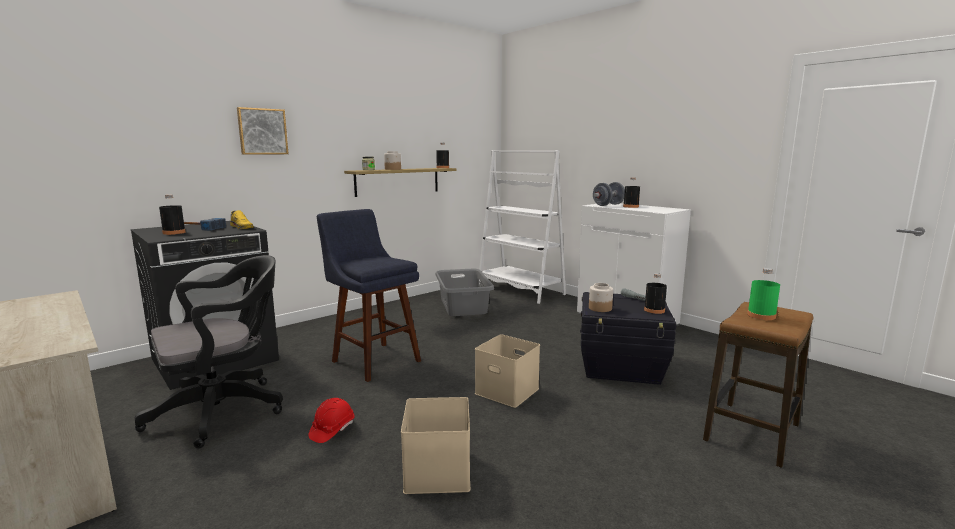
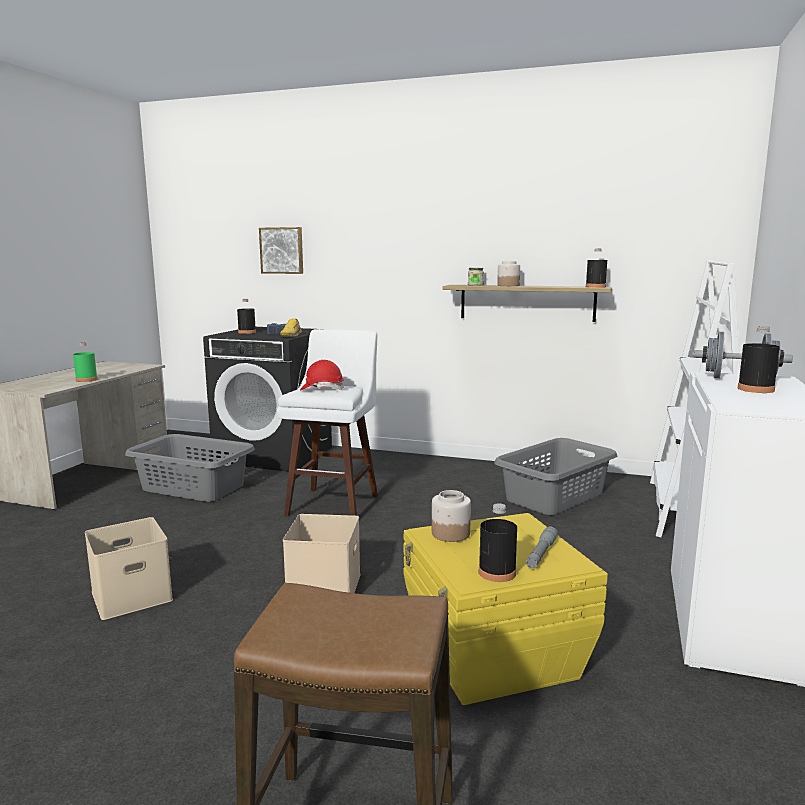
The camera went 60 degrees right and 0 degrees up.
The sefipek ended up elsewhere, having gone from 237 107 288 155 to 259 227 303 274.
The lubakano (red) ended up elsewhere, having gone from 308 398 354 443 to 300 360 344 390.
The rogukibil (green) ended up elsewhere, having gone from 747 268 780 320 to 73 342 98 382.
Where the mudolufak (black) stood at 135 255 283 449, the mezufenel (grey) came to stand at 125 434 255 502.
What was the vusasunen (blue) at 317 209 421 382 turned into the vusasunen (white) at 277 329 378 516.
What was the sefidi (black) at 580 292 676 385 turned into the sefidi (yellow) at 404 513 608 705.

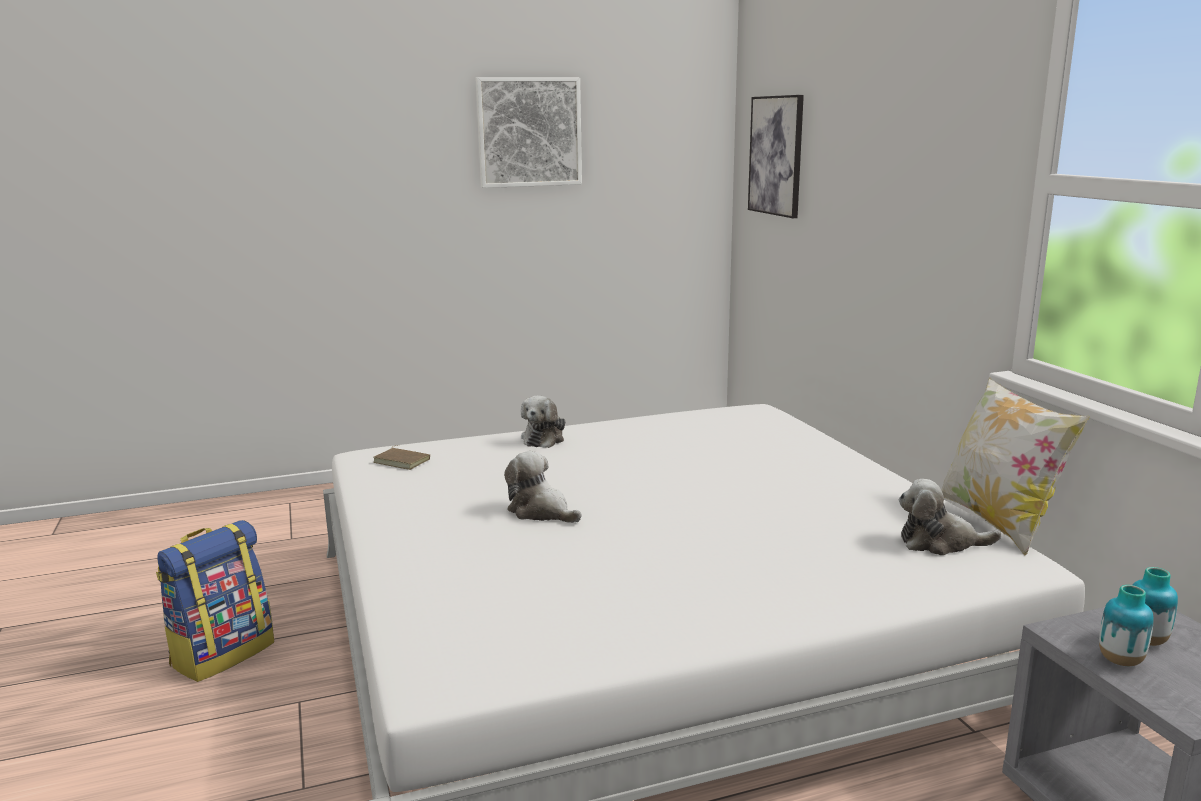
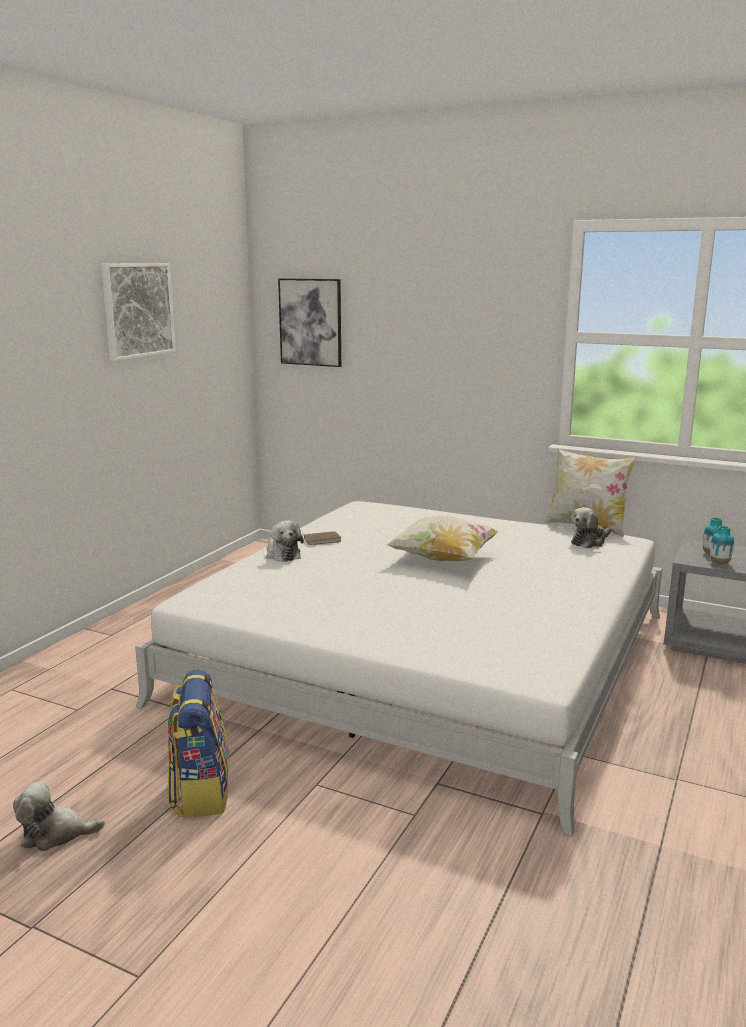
The camera went 45 degrees left and 0 degrees up.
The second view gained the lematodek at 386 515 500 561.
The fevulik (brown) ended up elsewhere, having gone from 374 445 430 470 to 302 531 342 545.
The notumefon ended up elsewhere, having gone from 504 451 581 523 to 13 782 105 851.

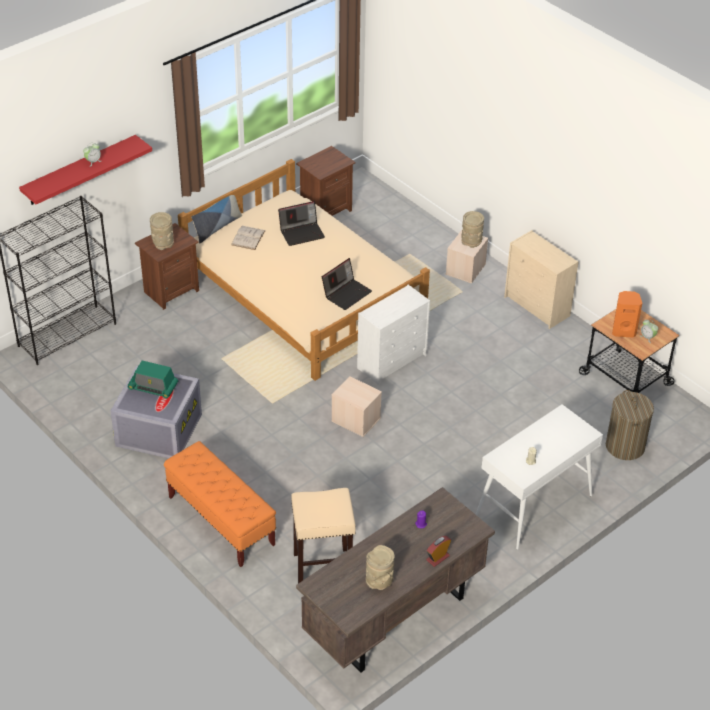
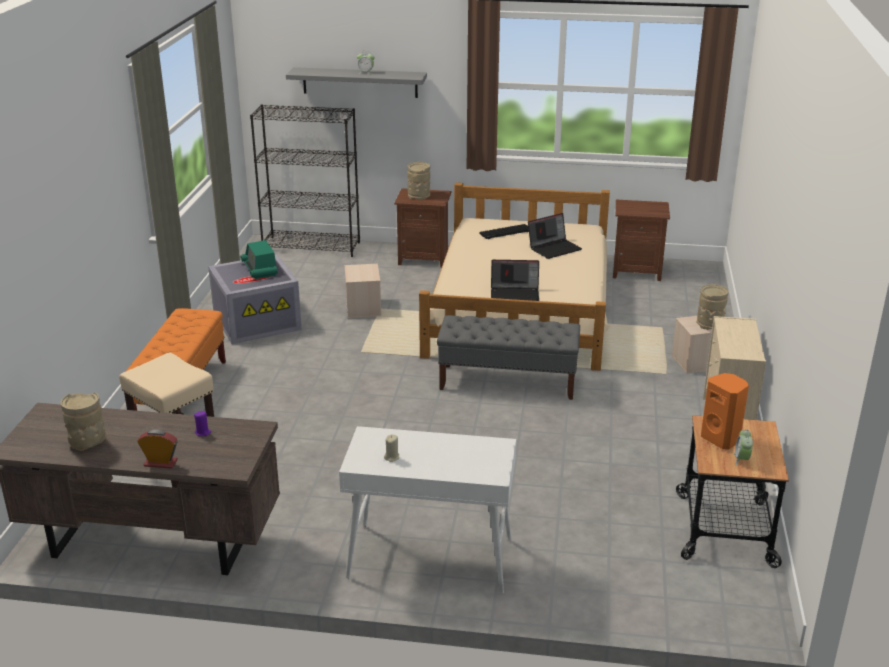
The camera went 50 degrees right and 15 degrees down.
The second view lost the lematodek at 191 190 242 243.
The second view lost the mezufenel at 606 390 654 460.
The sefidi (beige) ended up elsewhere, having gone from 331 376 382 437 to 344 264 381 318.
Where the fevulik (white) stood at 231 226 266 250, the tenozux came to stand at 480 224 529 239.
Where the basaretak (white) stood at 357 285 430 385, the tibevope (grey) came to stand at 437 315 580 400.
What was the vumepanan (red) at 19 135 152 205 turned into the vumepanan (grey) at 286 67 427 98.
The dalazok at 278 201 325 246 ended up facing another way, 60 degrees counterclockwise from before.

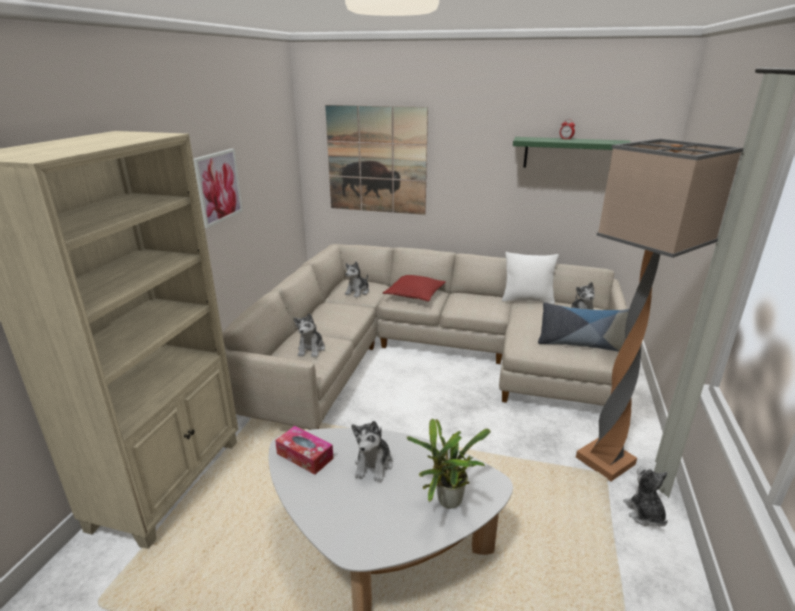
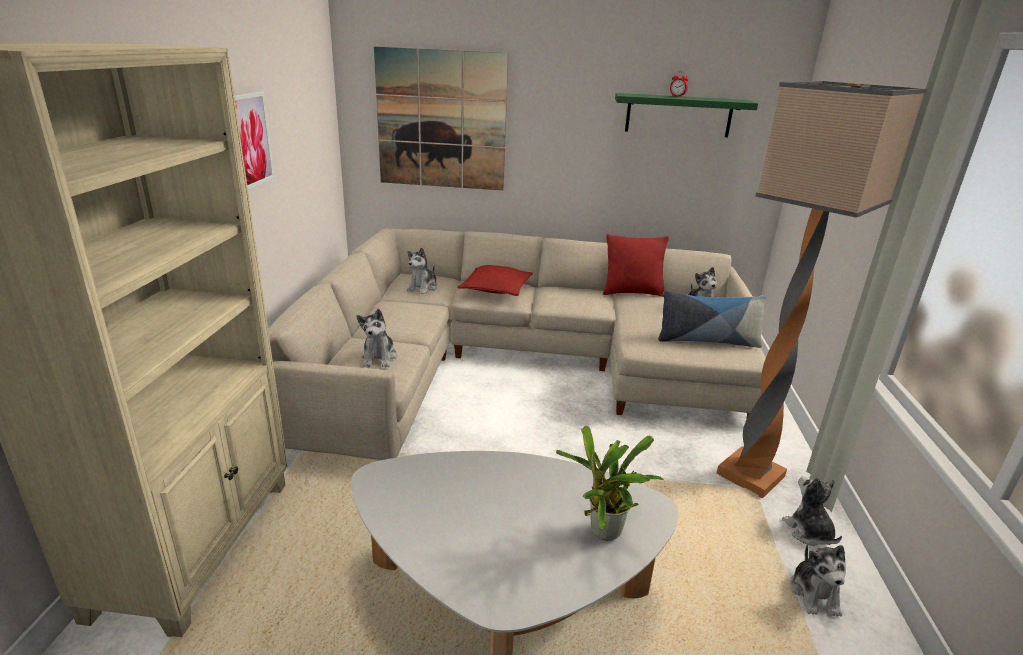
The camera went 10 degrees left and 0 degrees up.
The second view lost the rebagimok at 275 426 333 475.
The notumefon ended up elsewhere, having gone from 351 421 393 482 to 790 544 846 617.
What was the lematodek (white) at 502 252 559 304 turned into the lematodek (red) at 603 234 669 297.

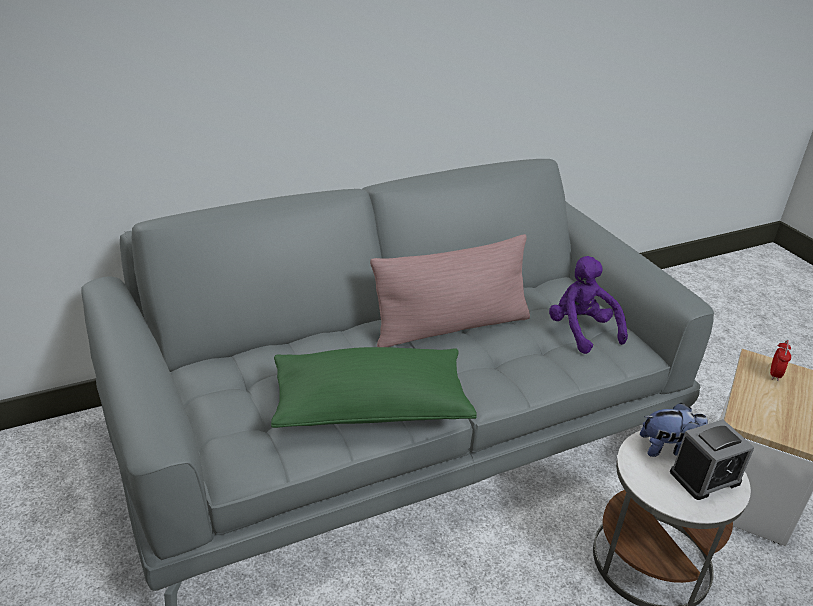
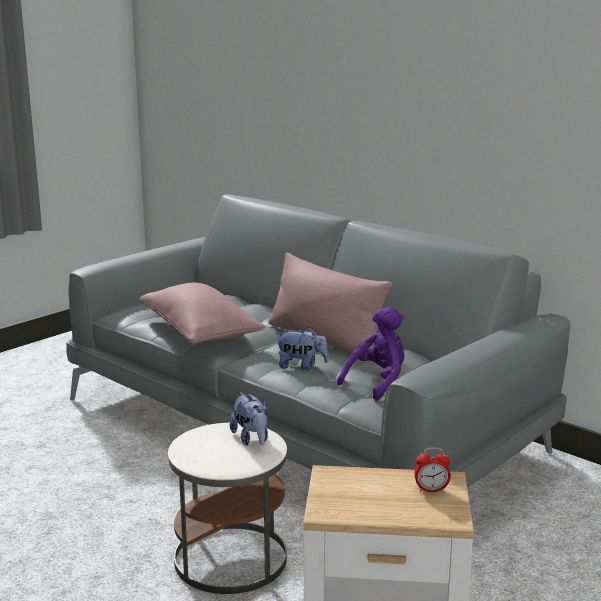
The camera went 70 degrees right and 15 degrees down.
The second view lost the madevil at 670 419 755 500.
The second view gained the notumefon at 276 327 329 370.
What was the lematodek (green) at 271 347 477 428 turned into the lematodek (pink) at 140 283 265 344.

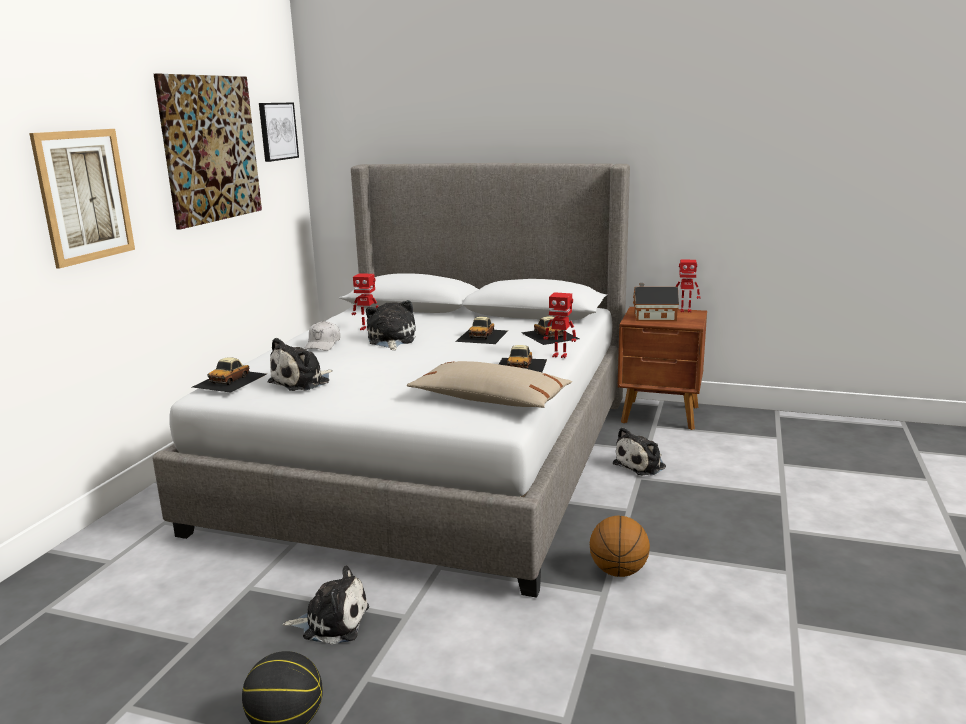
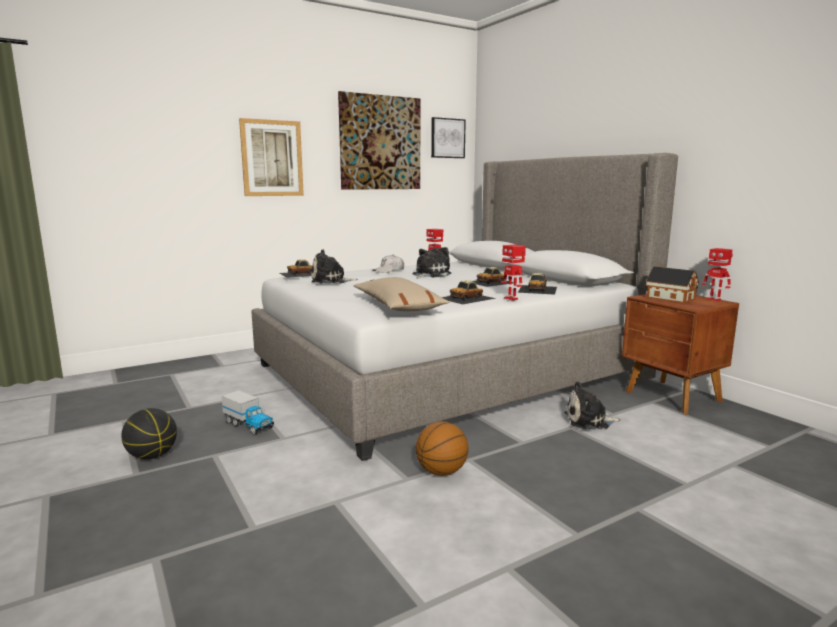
The camera went 40 degrees right and 5 degrees down.
Where the notumefon stood at 283 566 369 644, the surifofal came to stand at 222 390 274 435.

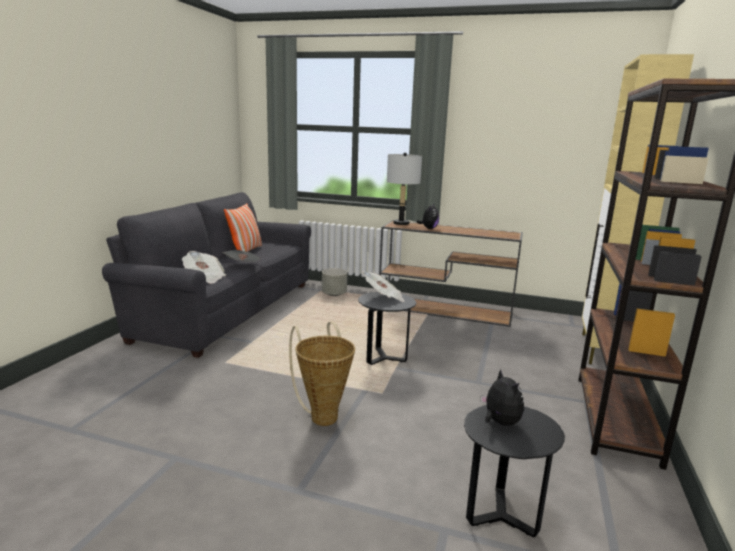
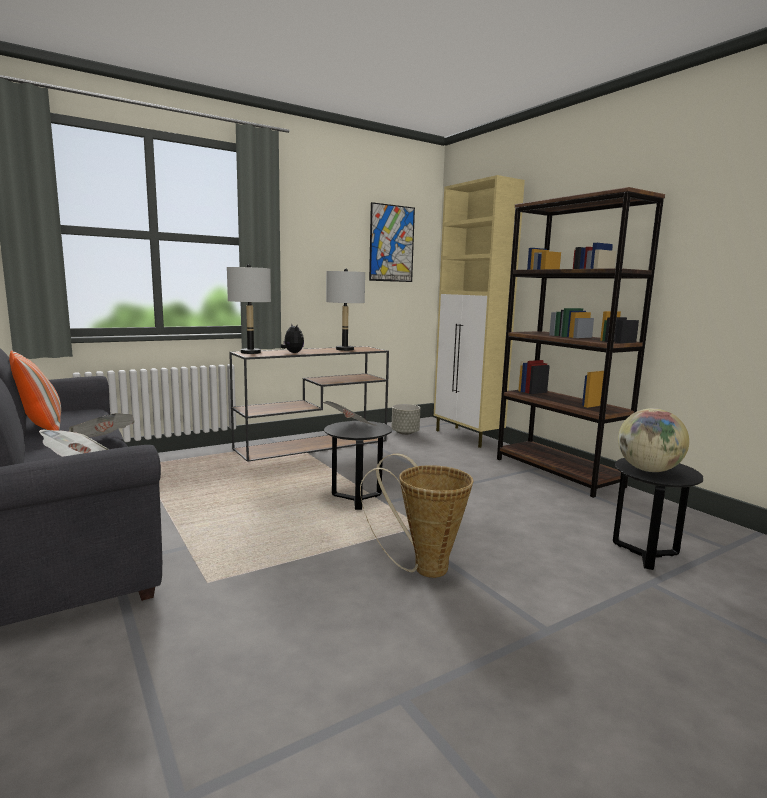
The camera went 50 degrees left and 5 degrees down.
The second view gained the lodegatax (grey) at 326 268 365 351.
The second view gained the sefipek at 369 202 415 282.
The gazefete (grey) ended up elsewhere, having gone from 322 268 347 296 to 392 404 420 435.
Where the notumefon stood at 481 369 524 426, the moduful came to stand at 618 408 689 472.

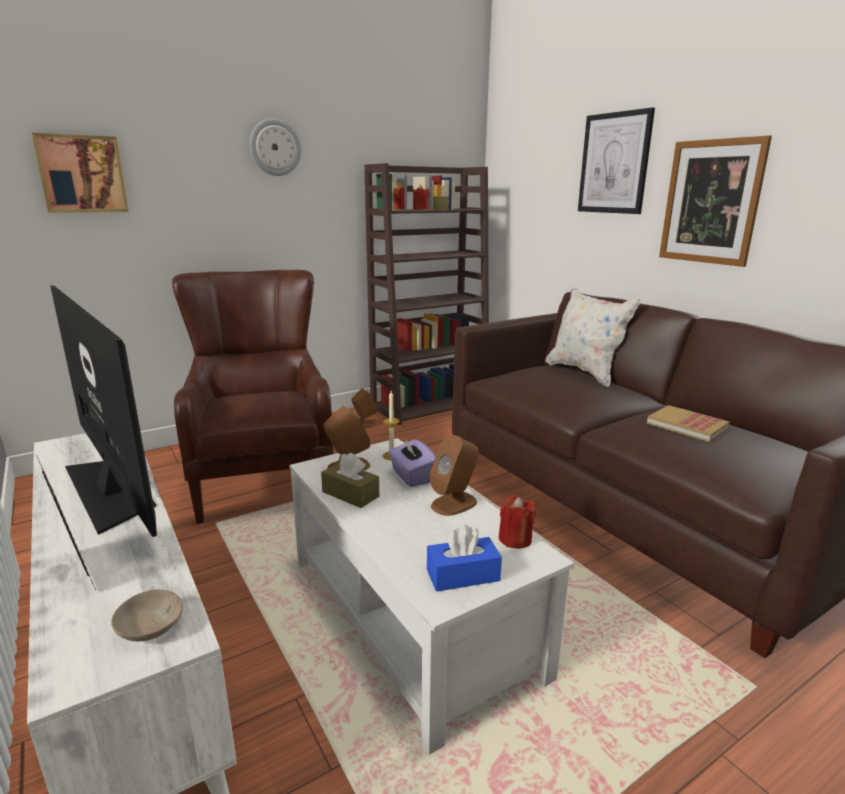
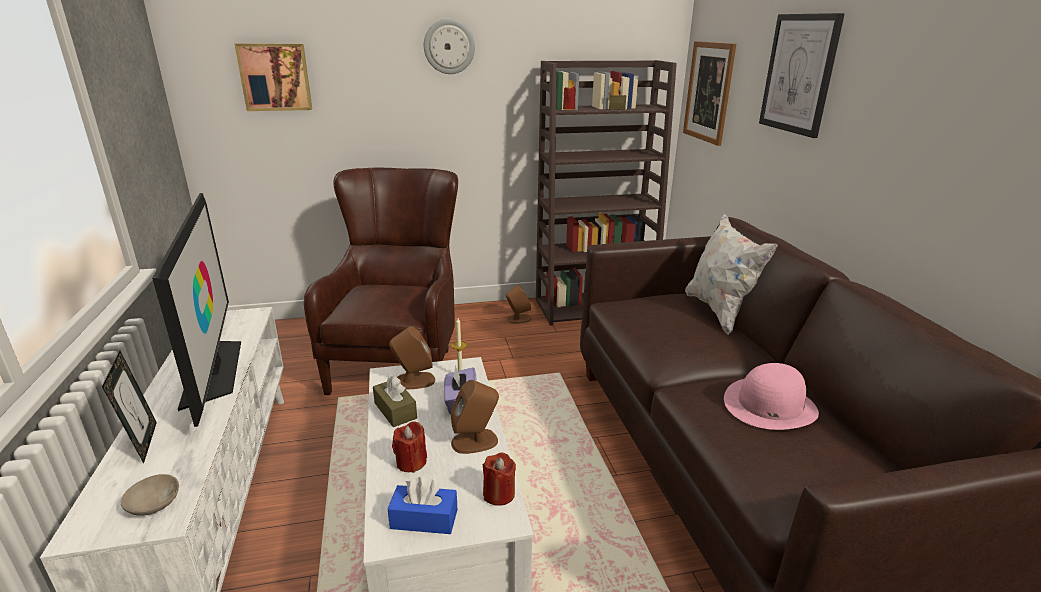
The camera went 20 degrees right and 5 degrees up.
The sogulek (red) ended up elsewhere, having gone from 413 185 429 210 to 392 422 427 473.
The sefipek ended up elsewhere, having gone from 659 135 772 267 to 683 41 736 146.
Where the fevulik stood at 647 405 730 443, the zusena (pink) came to stand at 724 363 819 430.

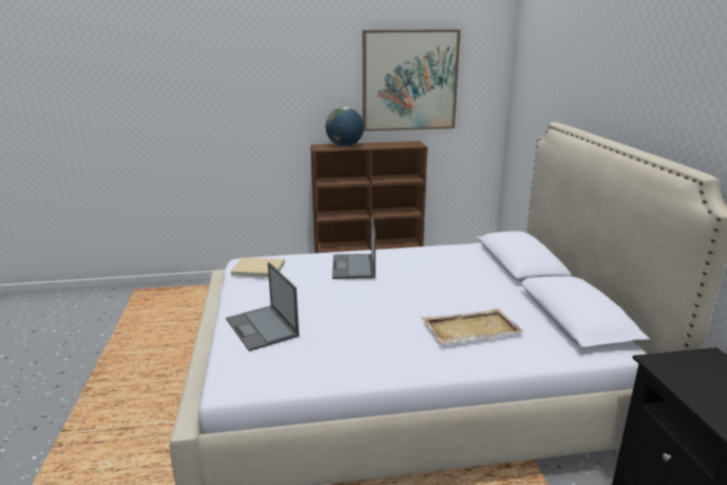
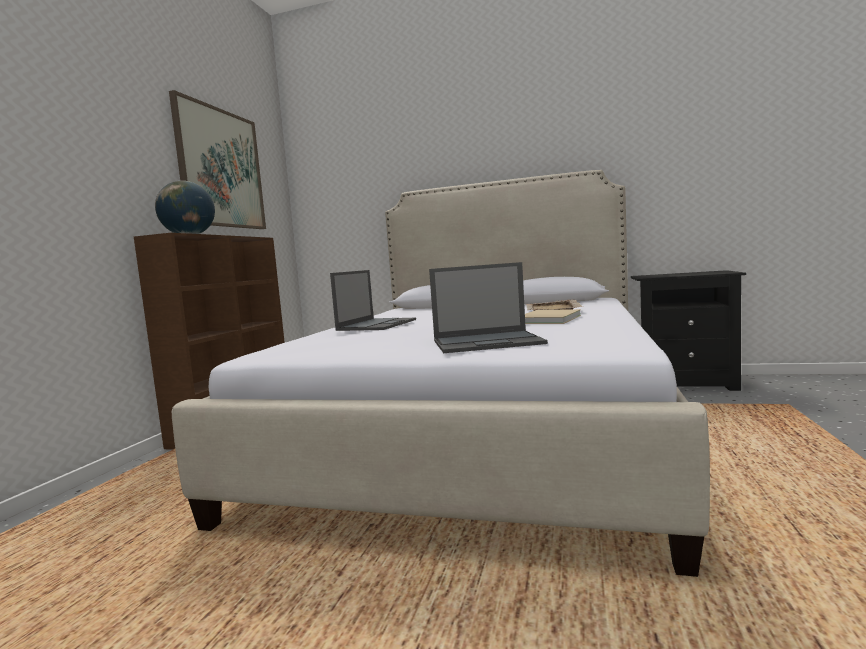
The camera went 65 degrees left and 15 degrees down.
The fevulik (beige) ended up elsewhere, having gone from 230 257 285 278 to 525 309 581 324.
The dalazok at 332 217 376 279 ended up facing another way, 90 degrees counterclockwise from before.

